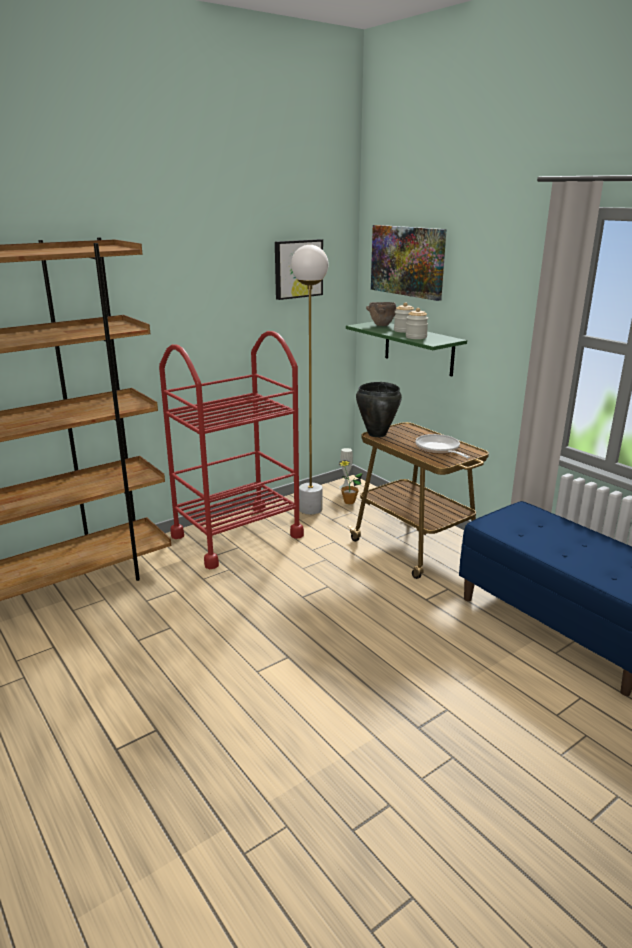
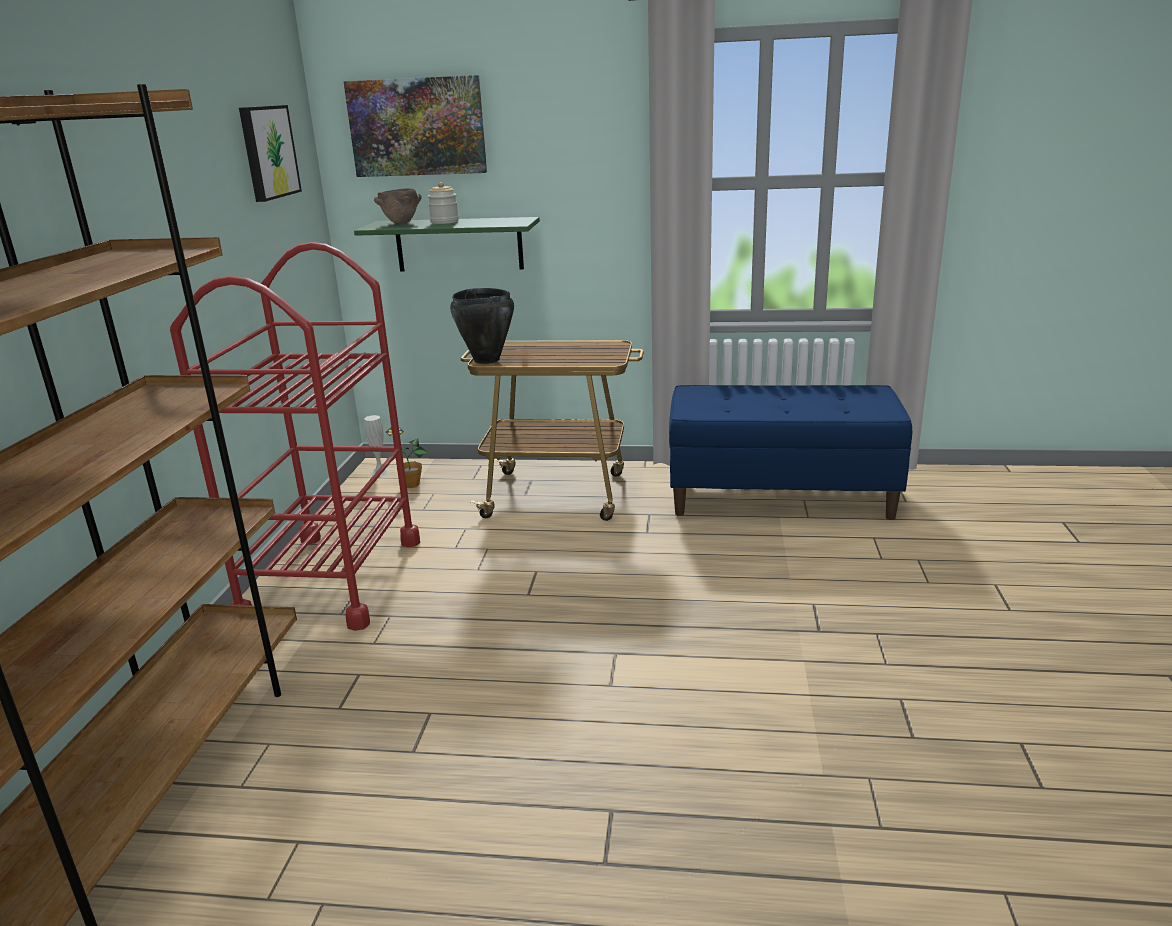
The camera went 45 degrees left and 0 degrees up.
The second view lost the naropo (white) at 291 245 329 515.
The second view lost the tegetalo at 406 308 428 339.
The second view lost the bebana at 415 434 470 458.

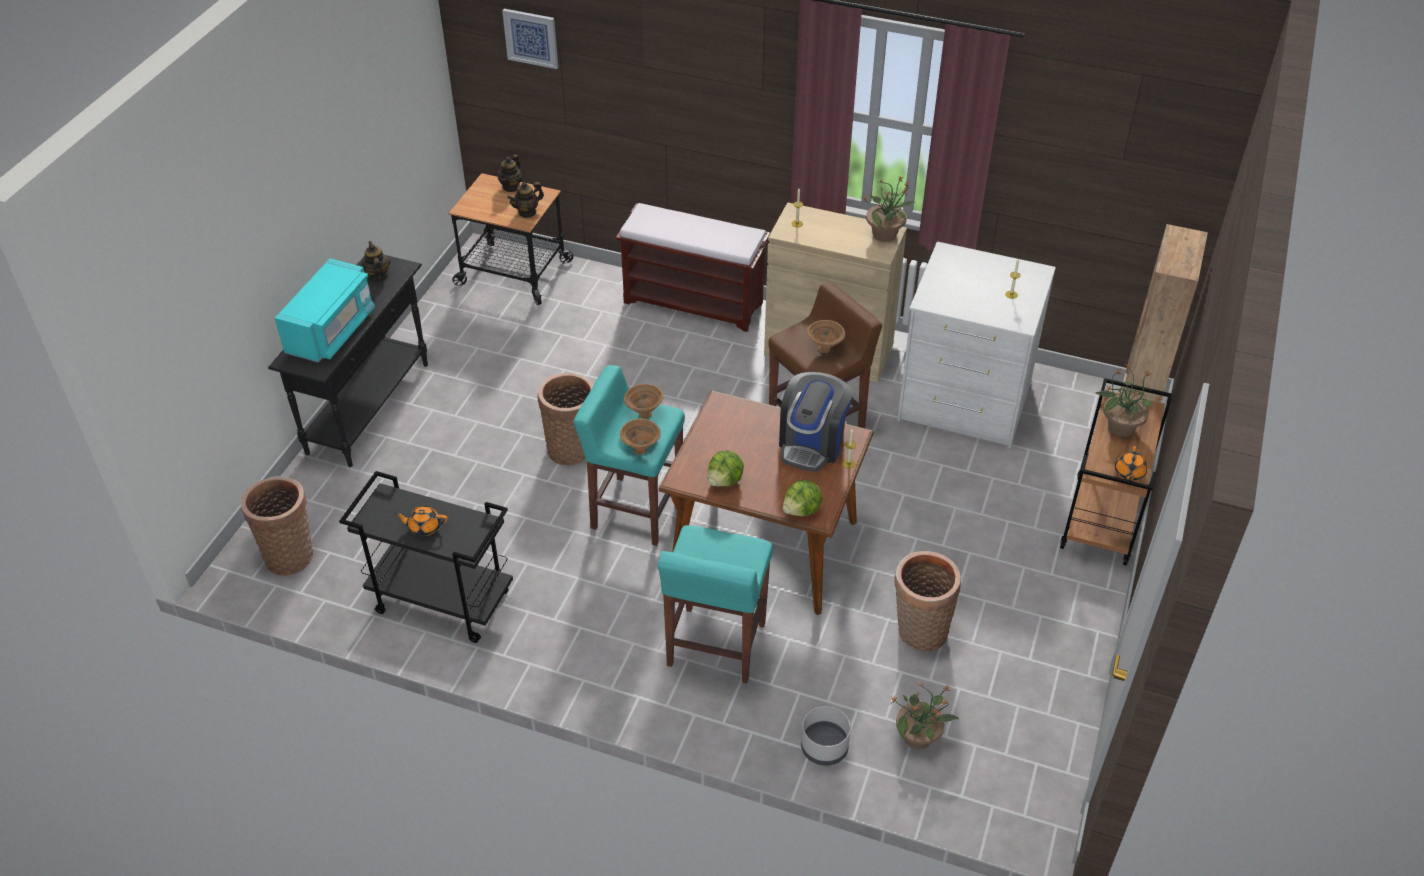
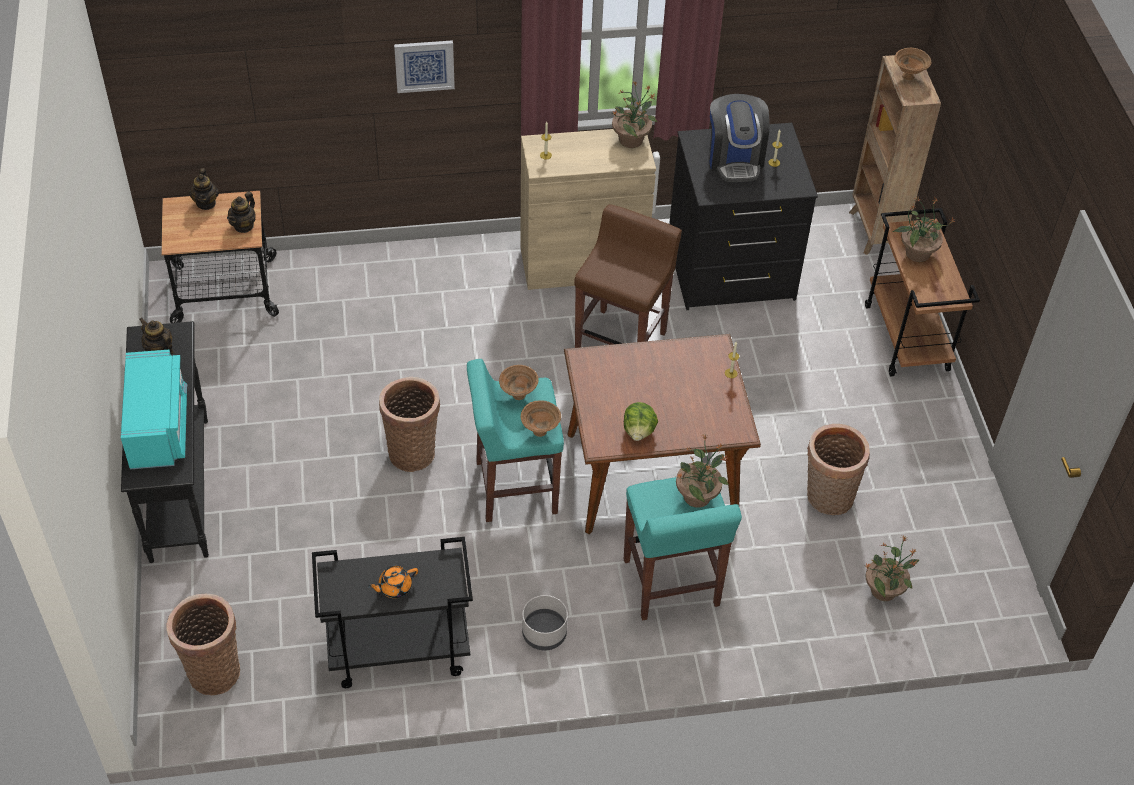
The camera went 30 degrees left and 5 degrees up.
The second view lost the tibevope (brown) at 616 203 770 332.
The second view lost the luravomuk at 783 480 822 517.
The second view lost the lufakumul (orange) at 1115 446 1147 481.
The second view gained the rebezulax at 676 434 729 508.
The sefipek ended up elsewhere, having gone from 502 9 558 69 to 394 40 455 93.
The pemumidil ended up elsewhere, having gone from 779 372 853 472 to 709 94 770 182.
The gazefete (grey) ended up elsewhere, having gone from 801 706 851 766 to 522 595 568 650.
The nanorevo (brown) ended up elsewhere, having gone from 807 320 845 353 to 894 48 931 80.
What was the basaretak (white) at 897 242 1056 448 turned into the basaretak (black) at 669 123 818 310.

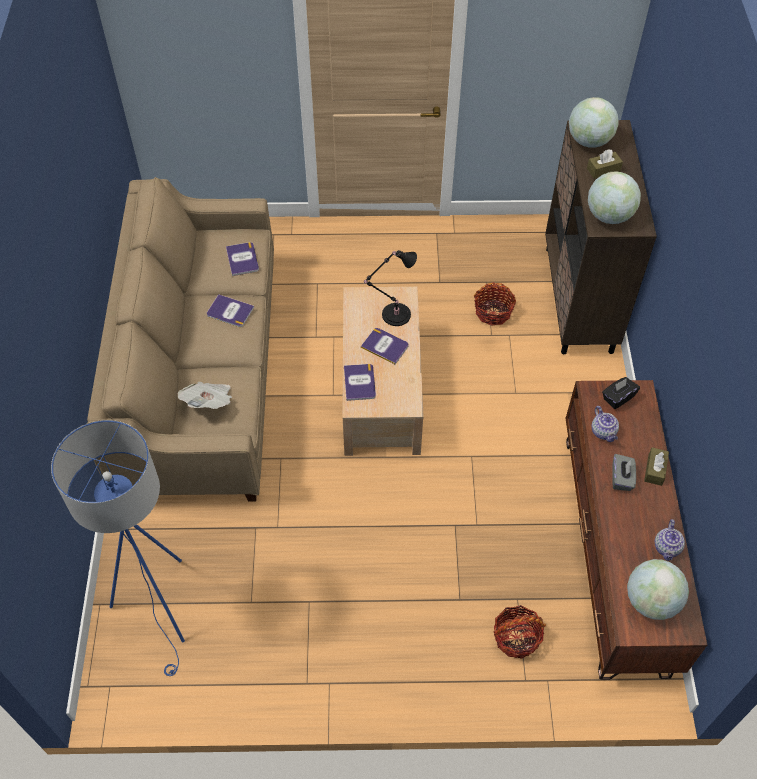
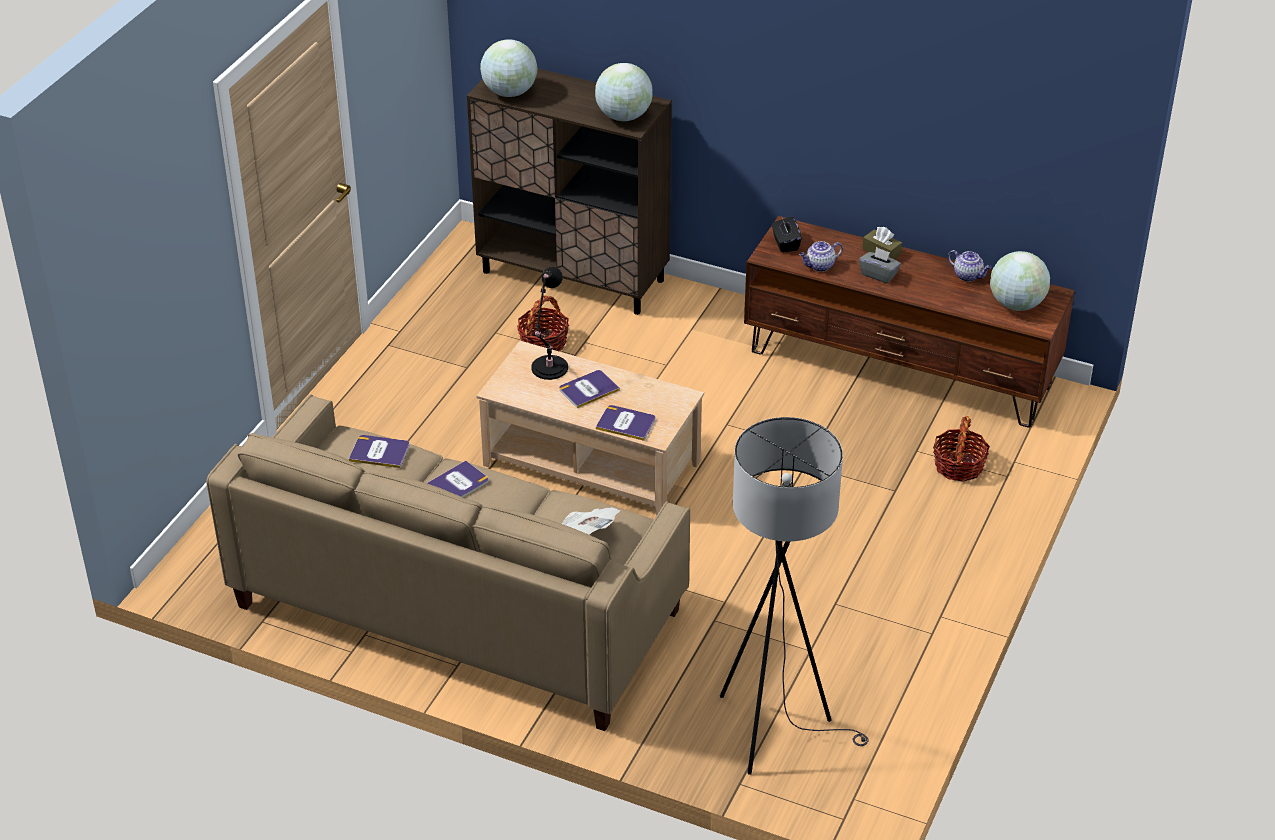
The camera went 65 degrees left and 15 degrees down.
The second view lost the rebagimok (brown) at 587 149 623 179.
What was the naropo (blue) at 51 420 185 676 turned into the naropo (grey) at 720 417 868 775.
The lufakumul at 592 406 619 442 ended up facing another way, 150 degrees clockwise from before.

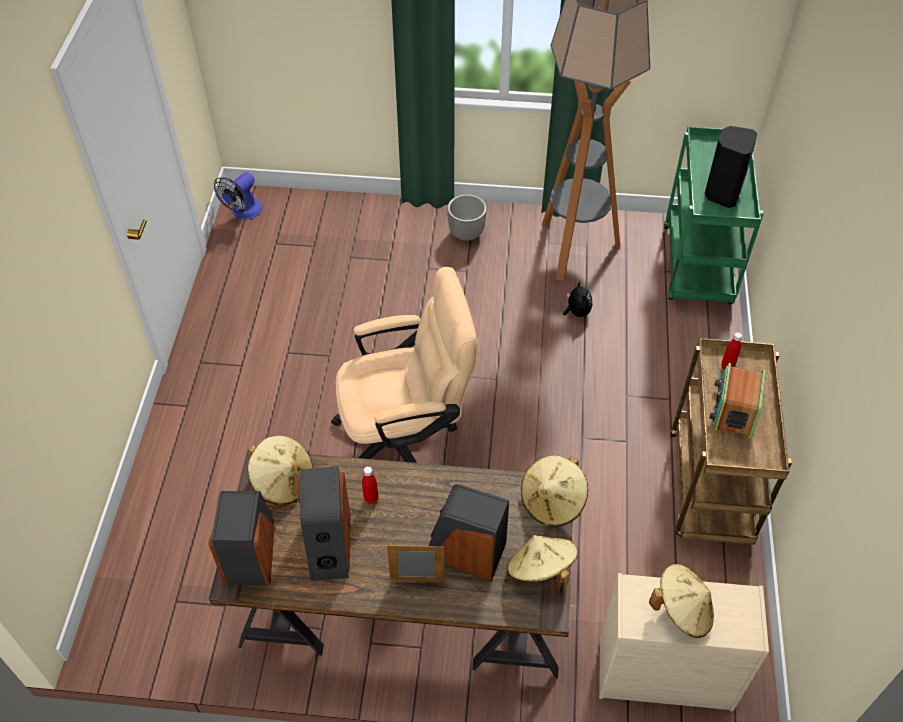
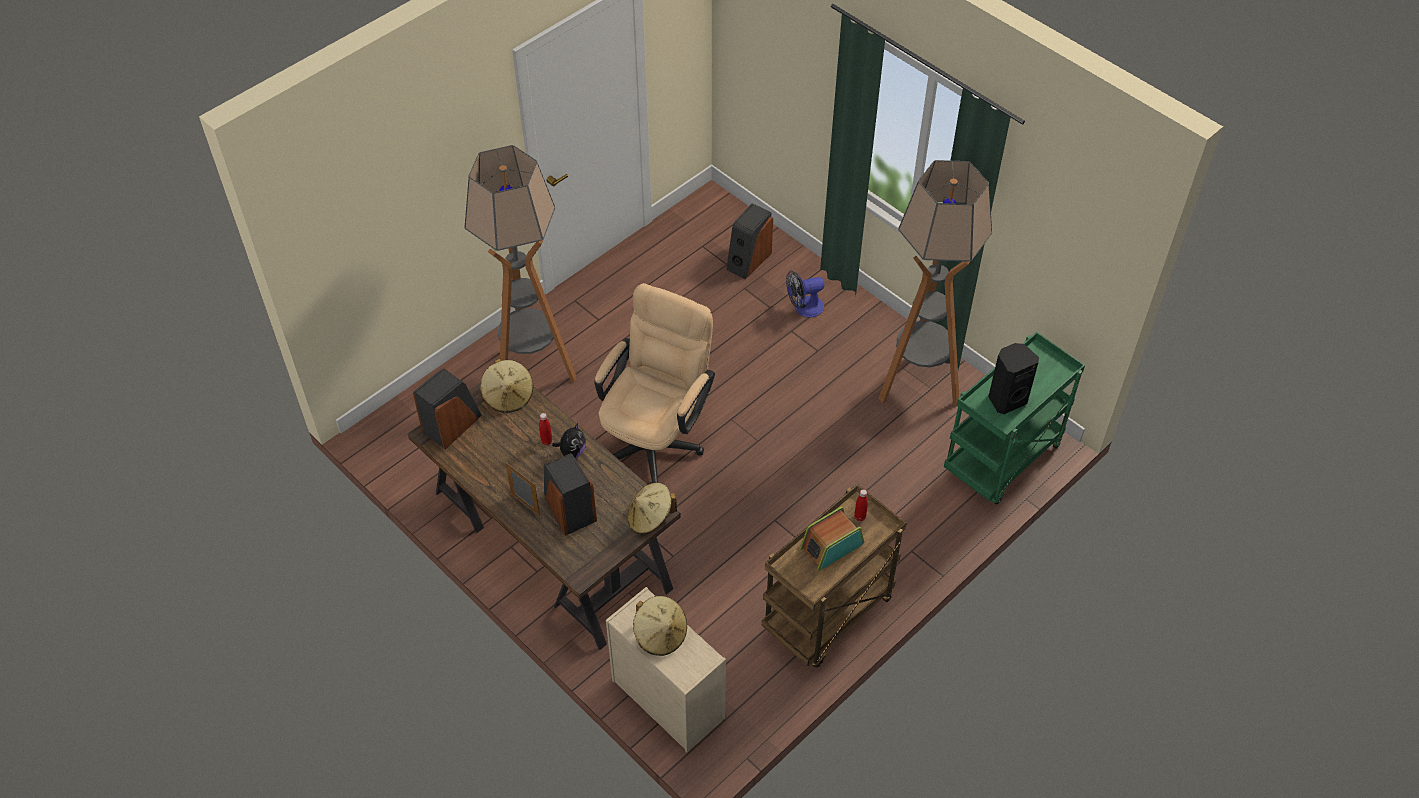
The camera went 40 degrees right and 0 degrees up.
The second view lost the gazefete at 447 195 487 241.
The second view lost the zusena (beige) at 507 535 578 593.
The second view gained the naropo at 464 145 576 382.
The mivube ended up elsewhere, having gone from 214 172 262 220 to 786 271 825 318.
The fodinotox ended up elsewhere, having gone from 296 466 350 581 to 726 203 773 279.
The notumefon ended up elsewhere, having gone from 563 281 592 317 to 552 423 586 458.
The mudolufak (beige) at 331 267 478 463 ended up facing another way, 90 degrees counterclockwise from before.

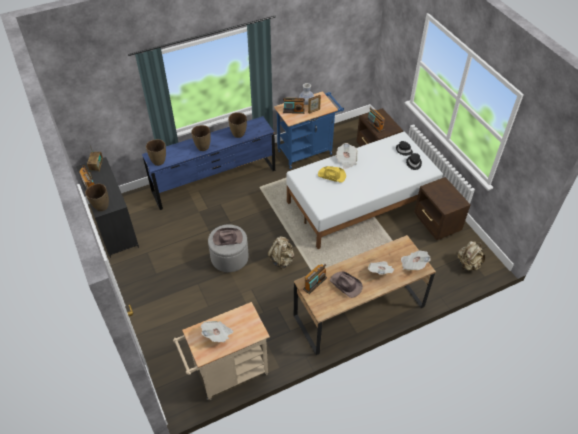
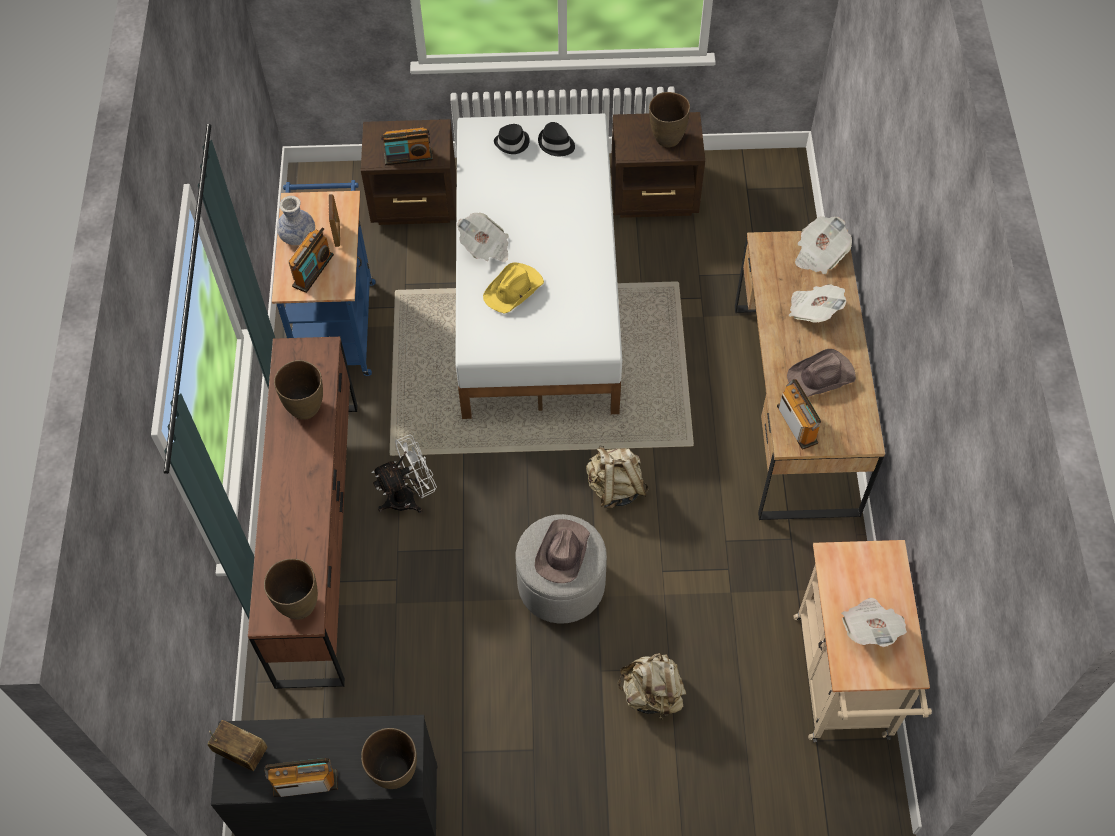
The camera went 65 degrees left and 10 degrees up.
The second view gained the mivube (white) at 372 435 437 513.
The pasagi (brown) ended up elsewhere, having gone from 191 125 211 151 to 649 92 690 147.
The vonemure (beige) ended up elsewhere, having gone from 458 241 485 271 to 617 653 686 721.
What was the basaretak (blue) at 142 116 275 210 turned into the basaretak (brown) at 248 337 358 689.

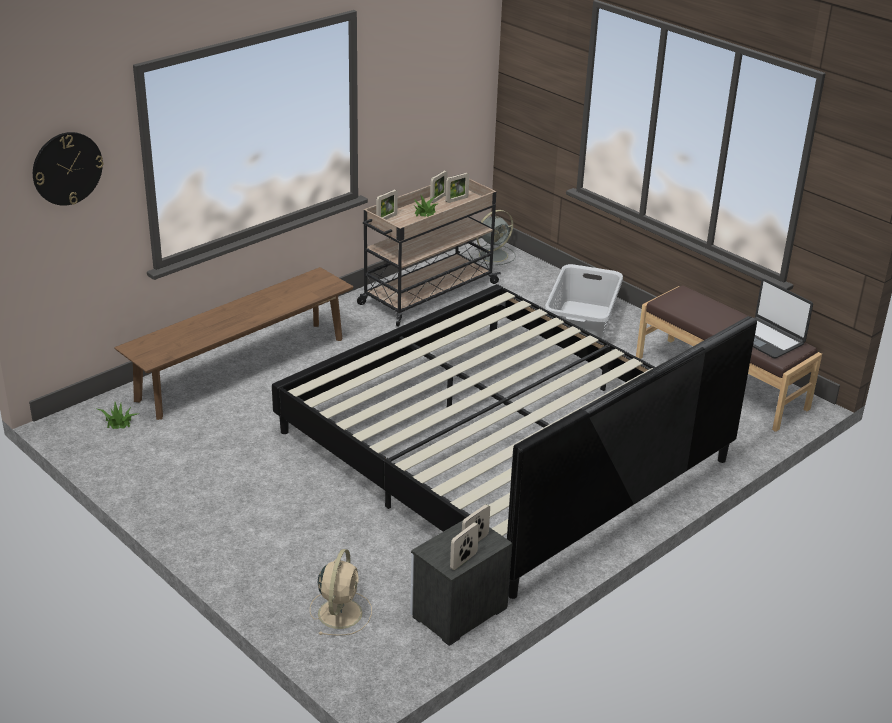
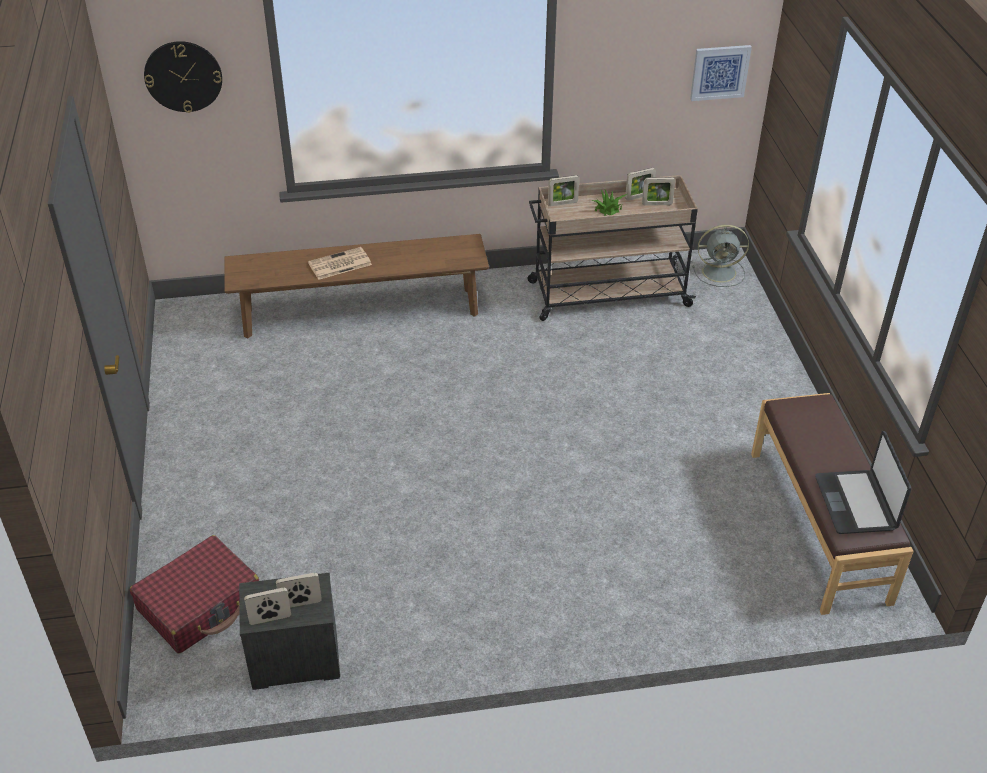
The camera went 35 degrees right and 10 degrees up.
The second view lost the rebezulax at 95 402 138 429.
The second view lost the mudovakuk at 272 284 757 599.
The second view lost the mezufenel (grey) at 545 264 623 339.
The second view gained the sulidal at 308 247 372 280.
The second view gained the sefipek at 690 45 752 101.
Where the mivube (beige) stood at 310 549 372 636, the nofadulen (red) came to stand at 130 535 259 653.

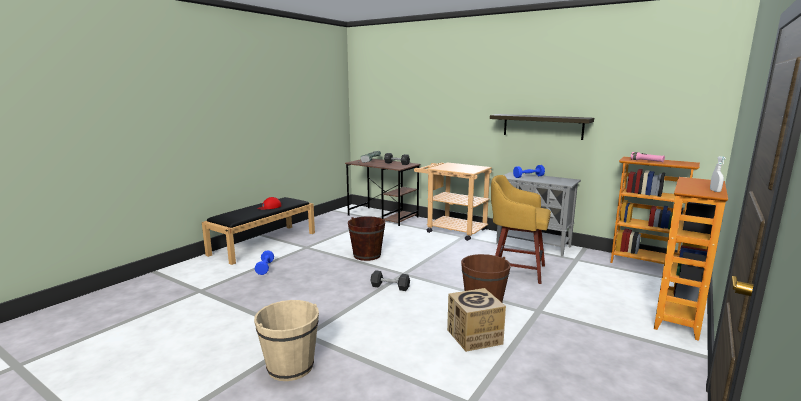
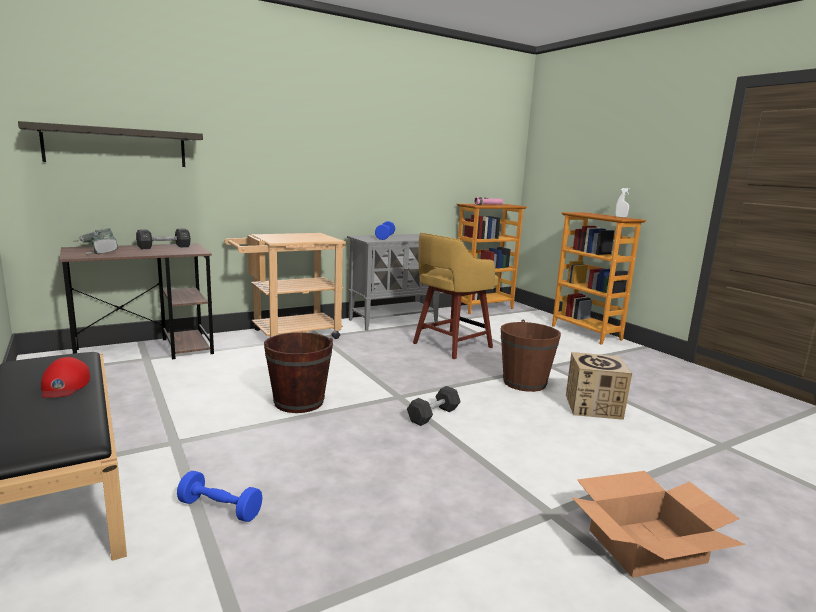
The camera went 65 degrees left and 0 degrees up.
The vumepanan ended up elsewhere, having gone from 490 114 594 140 to 18 121 203 167.
Where the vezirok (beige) stood at 254 300 319 381, the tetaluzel came to stand at 571 471 746 578.

